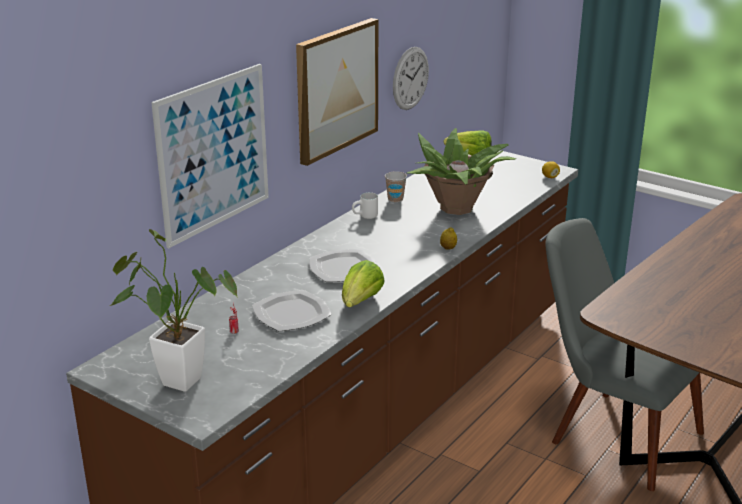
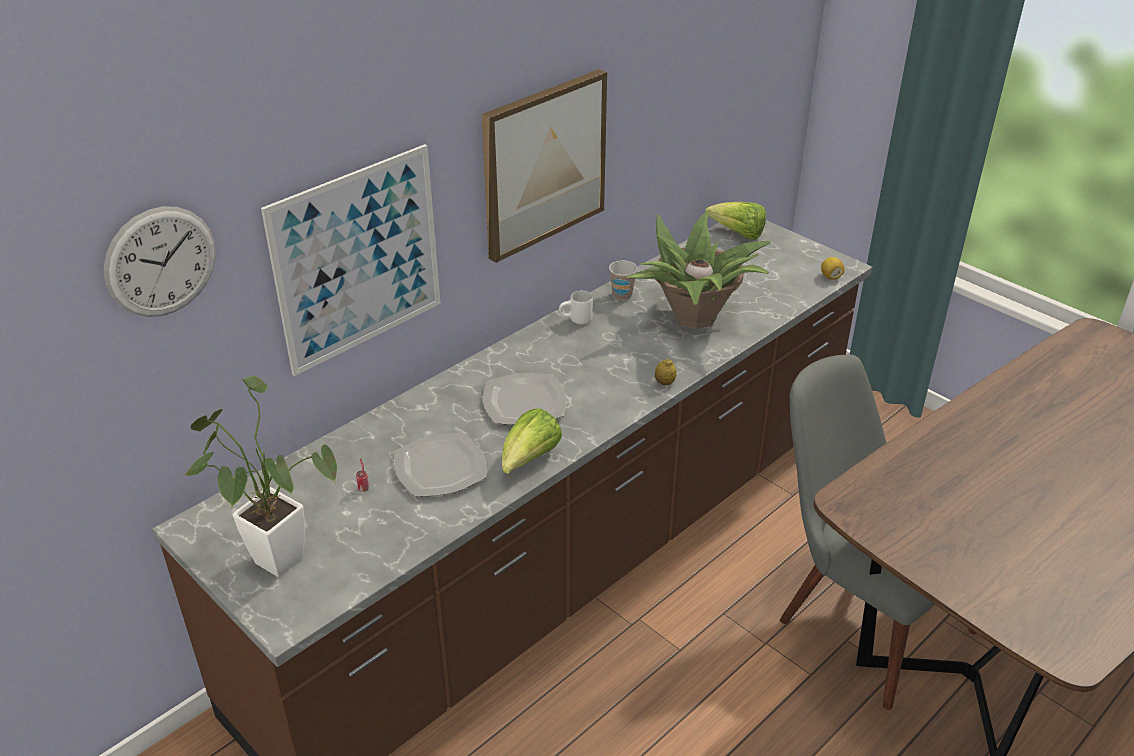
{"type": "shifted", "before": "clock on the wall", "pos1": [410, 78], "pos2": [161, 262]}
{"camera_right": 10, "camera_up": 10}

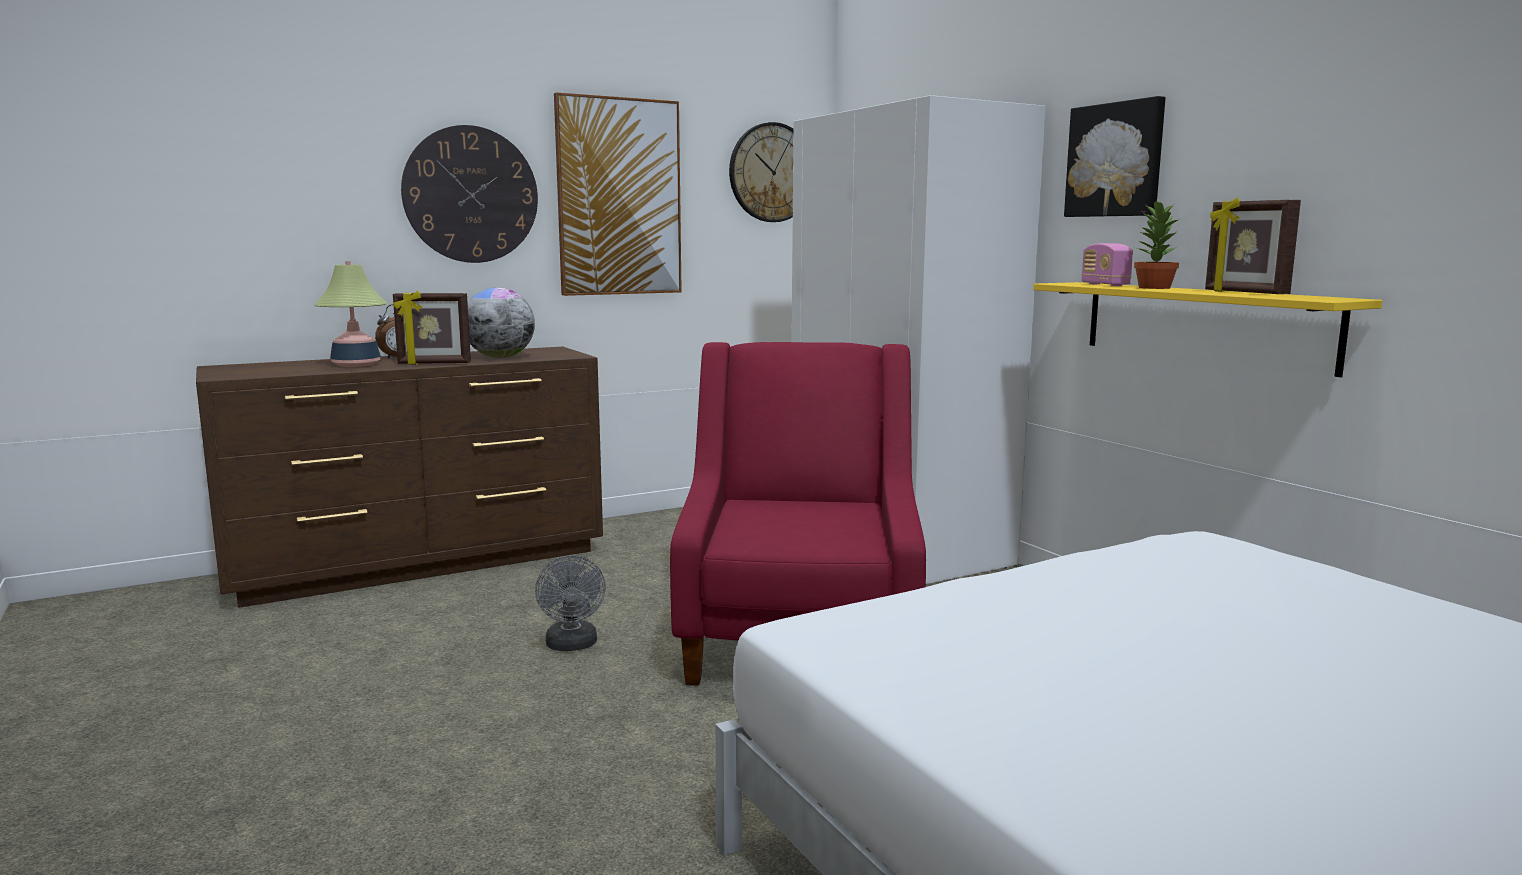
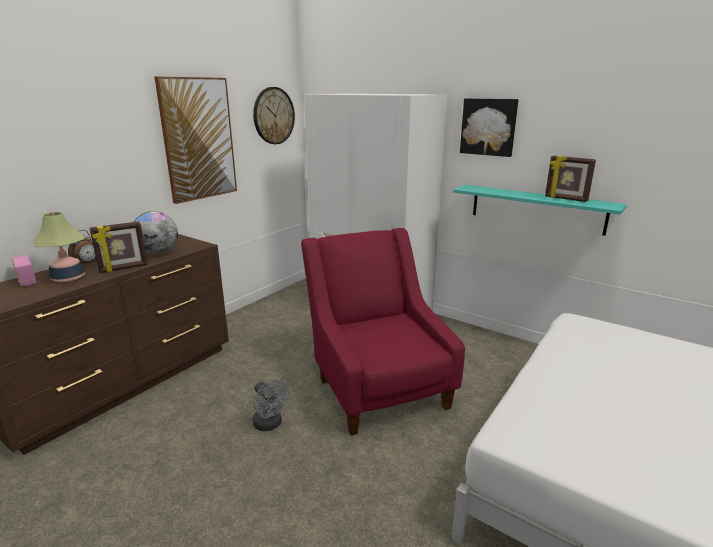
{"type": "gone", "before": "clock on the wall", "pos1": [471, 195]}
{"type": "repainted", "before": "yellow bracket shelf", "after": "blue-green bracket shelf", "pos1": [1204, 324], "pos2": [536, 209]}
{"type": "shifted", "before": "radio set", "pos1": [1105, 285], "pos2": [27, 281]}
{"type": "gone", "before": "potted plant", "pos1": [1153, 288]}
{"camera_right": -25, "camera_up": 10}

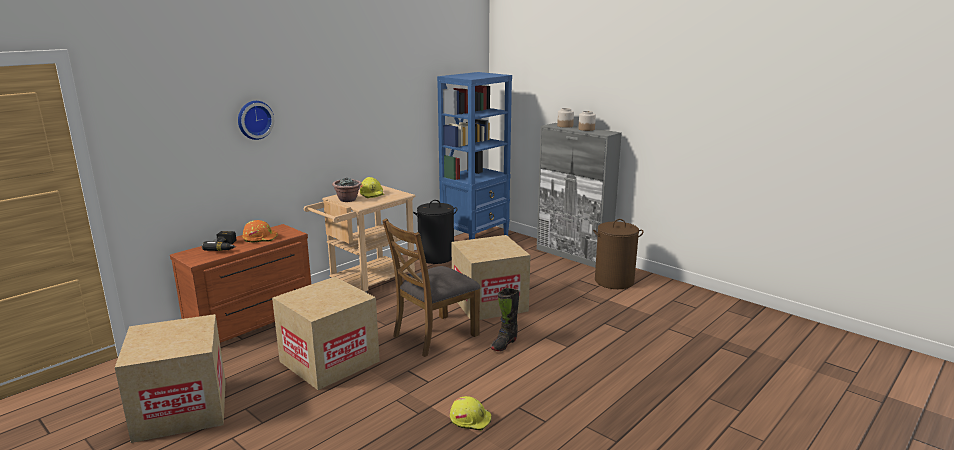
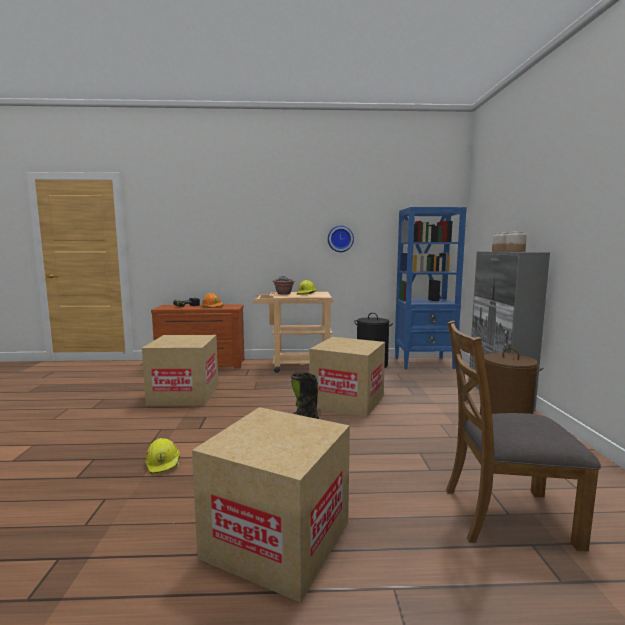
{"type": "shifted", "before": "cardboard box", "pos1": [181, 409], "pos2": [277, 539]}
{"type": "shifted", "before": "clock on the wall", "pos1": [254, 119], "pos2": [340, 239]}
{"type": "shifted", "before": "brown upright chair", "pos1": [434, 335], "pos2": [506, 515]}
{"camera_right": 45, "camera_up": -10}

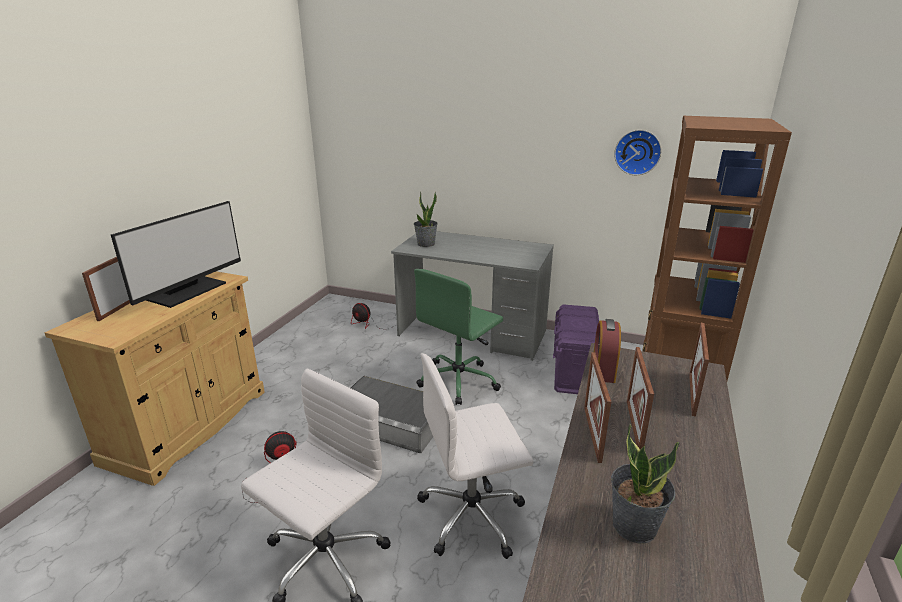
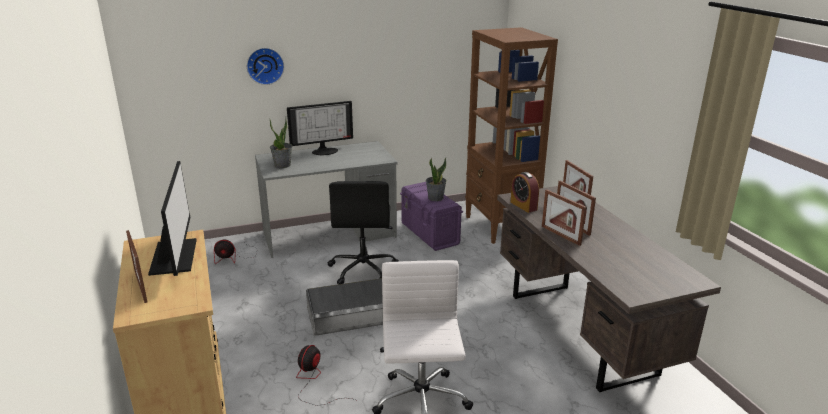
{"type": "repainted", "before": "green-coloured desk chair", "after": "black desk chair", "pos1": [459, 380], "pos2": [363, 269]}
{"type": "gone", "before": "white desk chair", "pos1": [473, 515]}
{"type": "shifted", "before": "potted plant", "pos1": [634, 525], "pos2": [435, 198]}
{"type": "shifted", "before": "clock on the wall", "pos1": [637, 152], "pos2": [265, 65]}
{"type": "new", "after": "computer screen", "pos2": [324, 150]}
{"camera_right": -40, "camera_up": 0}

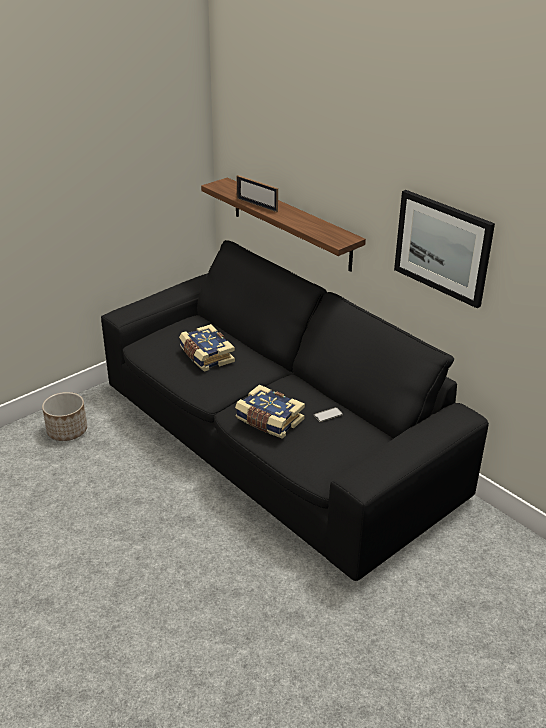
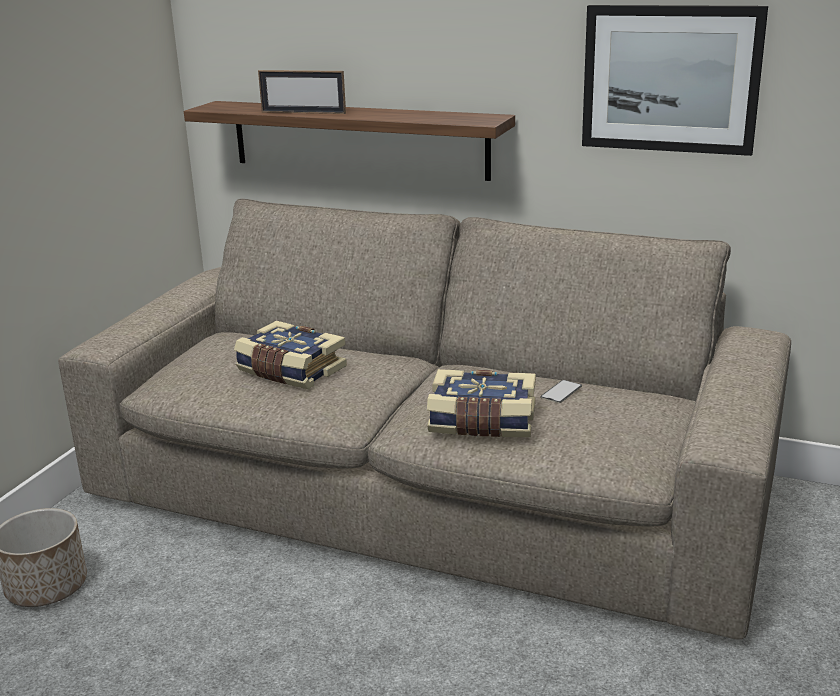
{"type": "repainted", "before": "black sofa", "after": "beige sofa", "pos1": [273, 440], "pos2": [425, 493]}
{"camera_right": -25, "camera_up": -10}

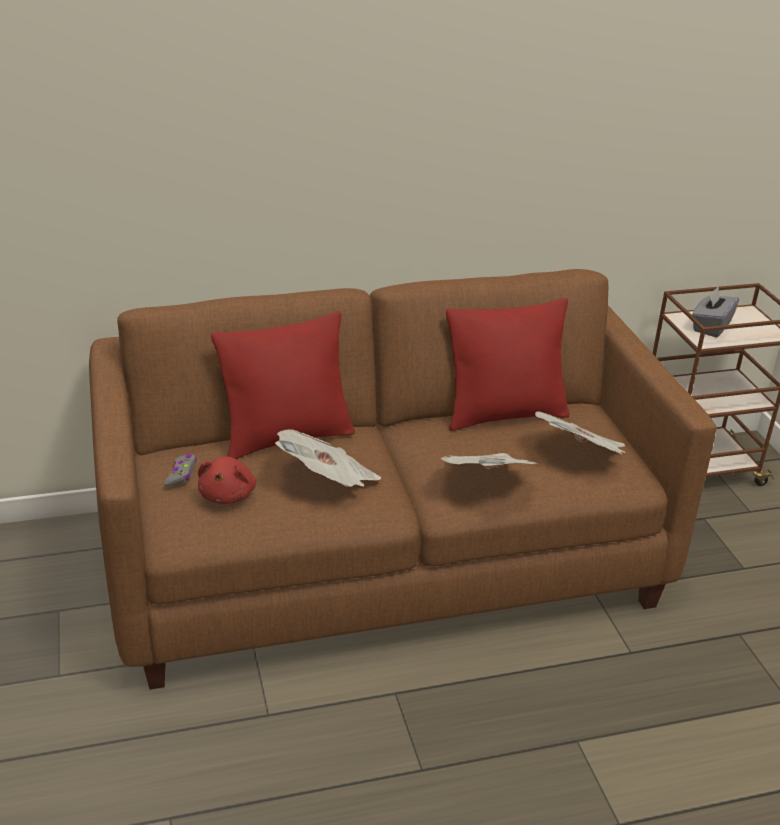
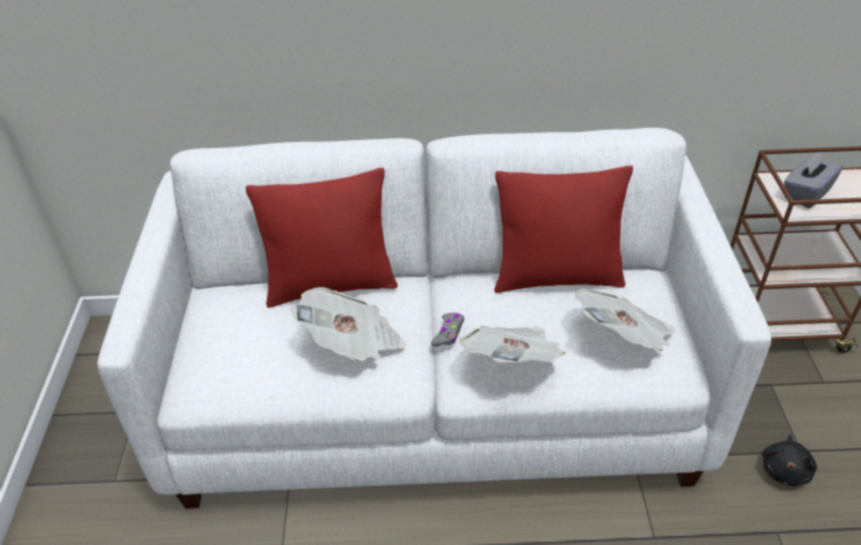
{"type": "repainted", "before": "brown sofa", "after": "white sofa", "pos1": [384, 561], "pos2": [435, 396]}
{"type": "shifted", "before": "grey game controller", "pos1": [181, 474], "pos2": [448, 333]}
{"type": "gone", "before": "red-coloured cuddly toy", "pos1": [228, 495]}
{"type": "new", "after": "black cuddly toy", "pos2": [785, 469]}
{"camera_right": 15, "camera_up": 10}

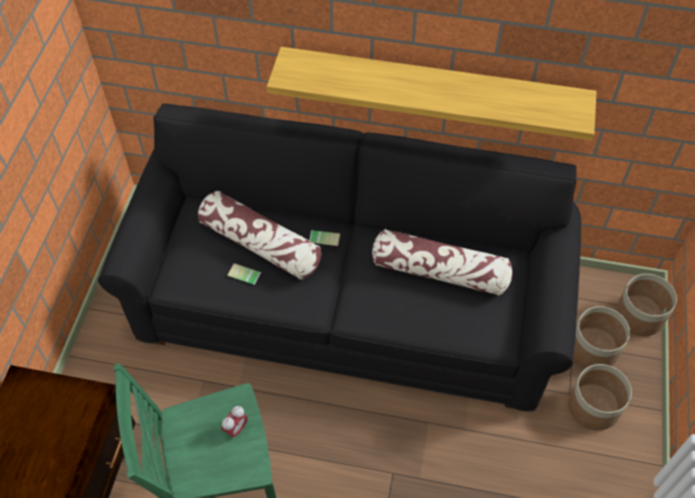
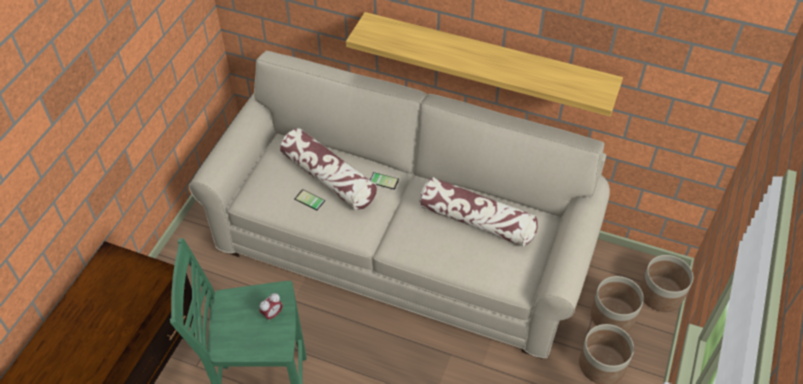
{"type": "repainted", "before": "black sofa", "after": "beige sofa", "pos1": [348, 304], "pos2": [402, 246]}
{"camera_right": 10, "camera_up": -5}

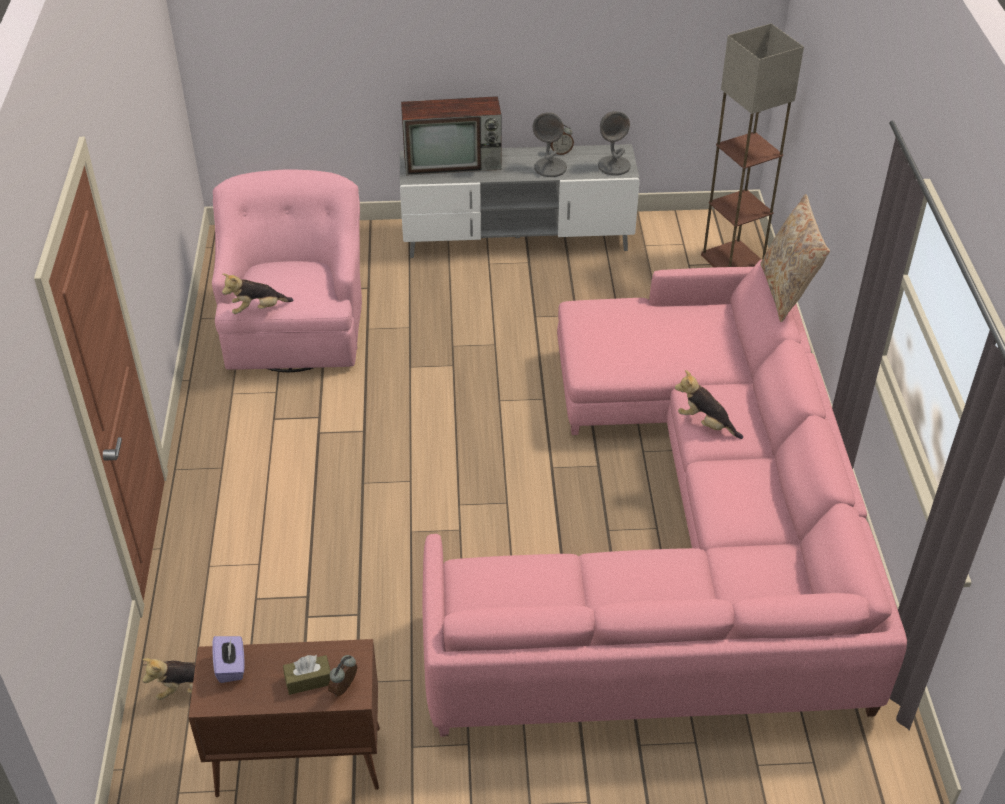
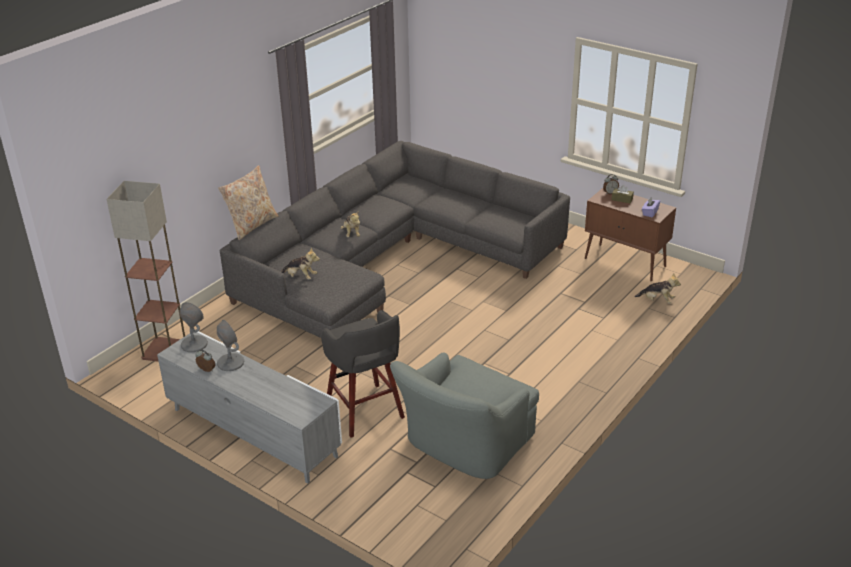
{"type": "repainted", "before": "pink armchair", "after": "grey armchair", "pos1": [296, 326], "pos2": [463, 445]}
{"type": "shifted", "before": "cuddly toy", "pos1": [257, 309], "pos2": [300, 277]}
{"type": "gone", "before": "television", "pos1": [454, 162]}
{"type": "repainted", "before": "pink sofa", "after": "grey sofa", "pos1": [681, 535], "pos2": [391, 258]}
{"type": "new", "after": "grey stool seat", "pos2": [365, 412]}
{"camera_right": -140, "camera_up": -10}

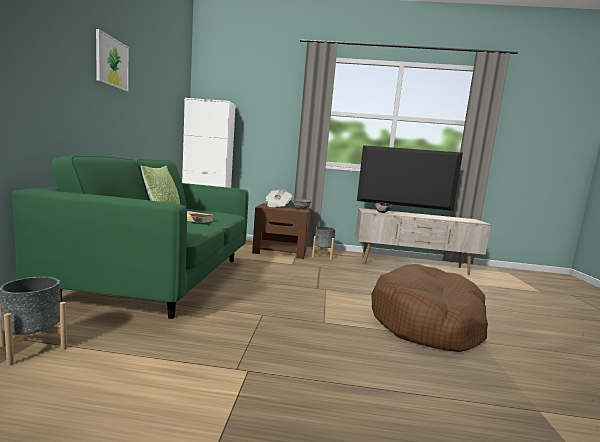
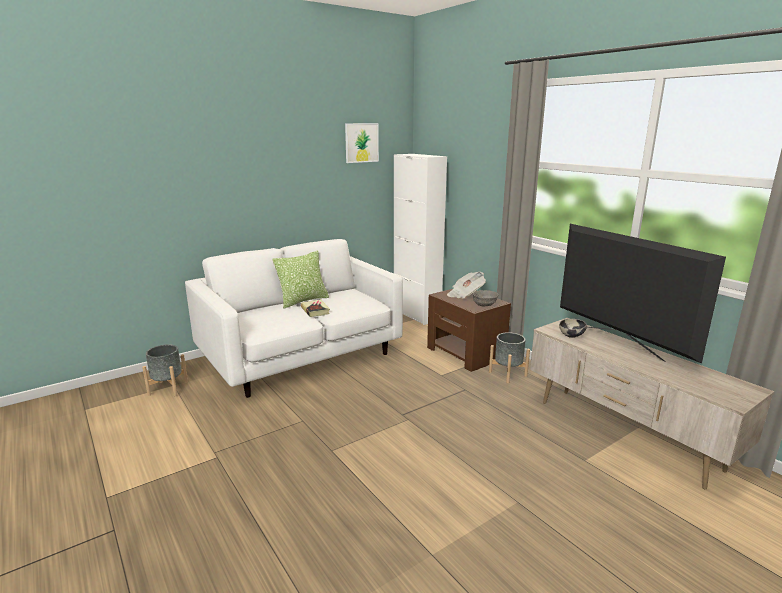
{"type": "repainted", "before": "green-coloured sofa", "after": "white sofa", "pos1": [163, 278], "pos2": [301, 357]}
{"type": "shifted", "before": "wall art", "pos1": [112, 62], "pos2": [361, 143]}
{"type": "gone", "before": "brown pet bed", "pos1": [426, 321]}
{"camera_right": 50, "camera_up": 10}

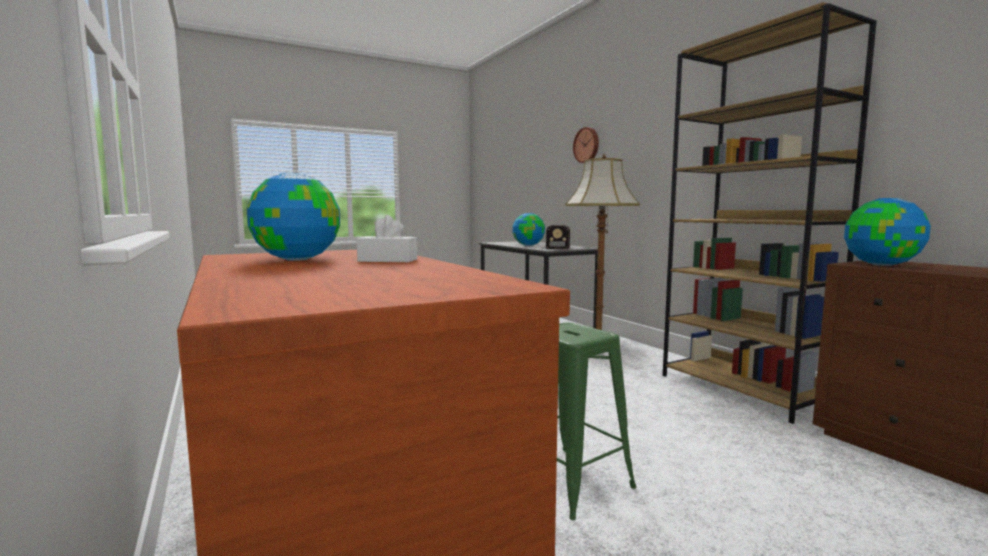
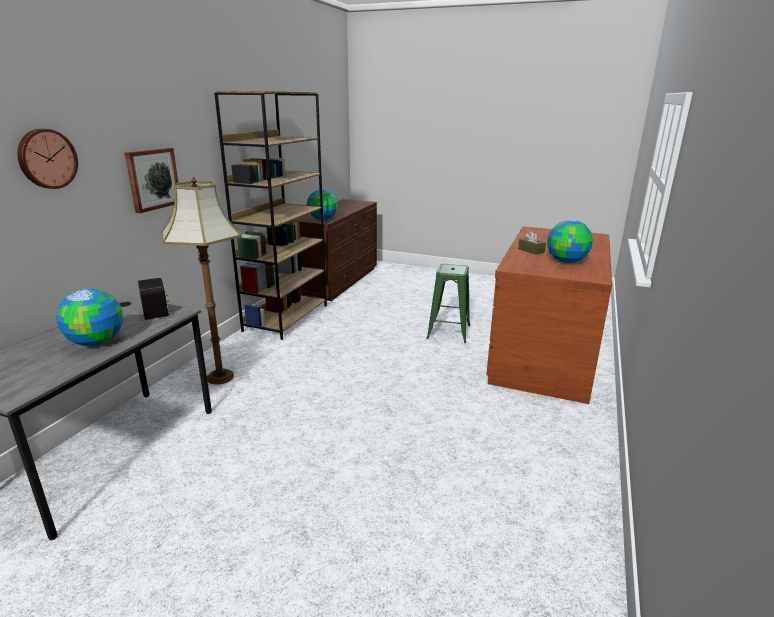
{"type": "repainted", "before": "white tissue holder", "after": "brown tissue holder", "pos1": [387, 260], "pos2": [531, 250]}
{"type": "new", "after": "wall art", "pos2": [152, 179]}
{"camera_right": -130, "camera_up": 15}

